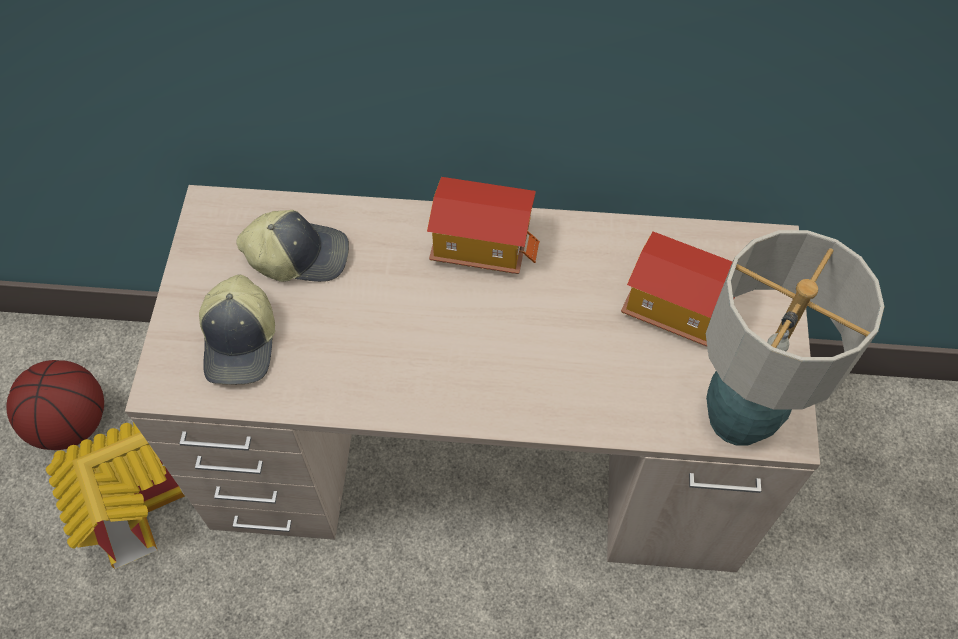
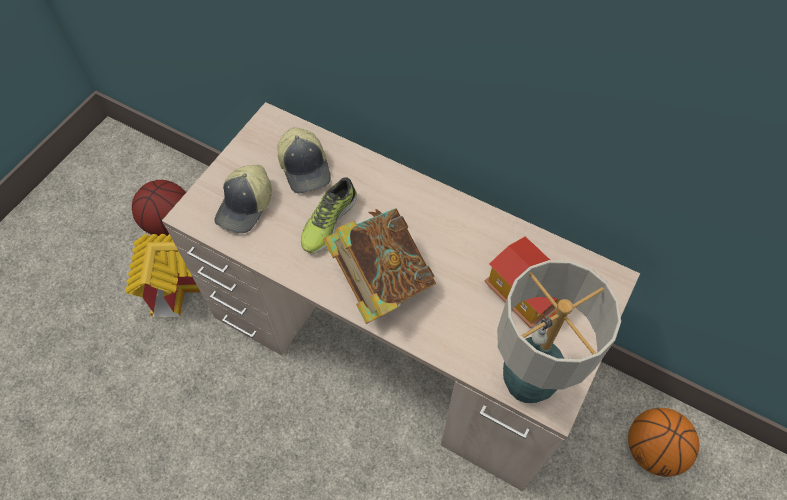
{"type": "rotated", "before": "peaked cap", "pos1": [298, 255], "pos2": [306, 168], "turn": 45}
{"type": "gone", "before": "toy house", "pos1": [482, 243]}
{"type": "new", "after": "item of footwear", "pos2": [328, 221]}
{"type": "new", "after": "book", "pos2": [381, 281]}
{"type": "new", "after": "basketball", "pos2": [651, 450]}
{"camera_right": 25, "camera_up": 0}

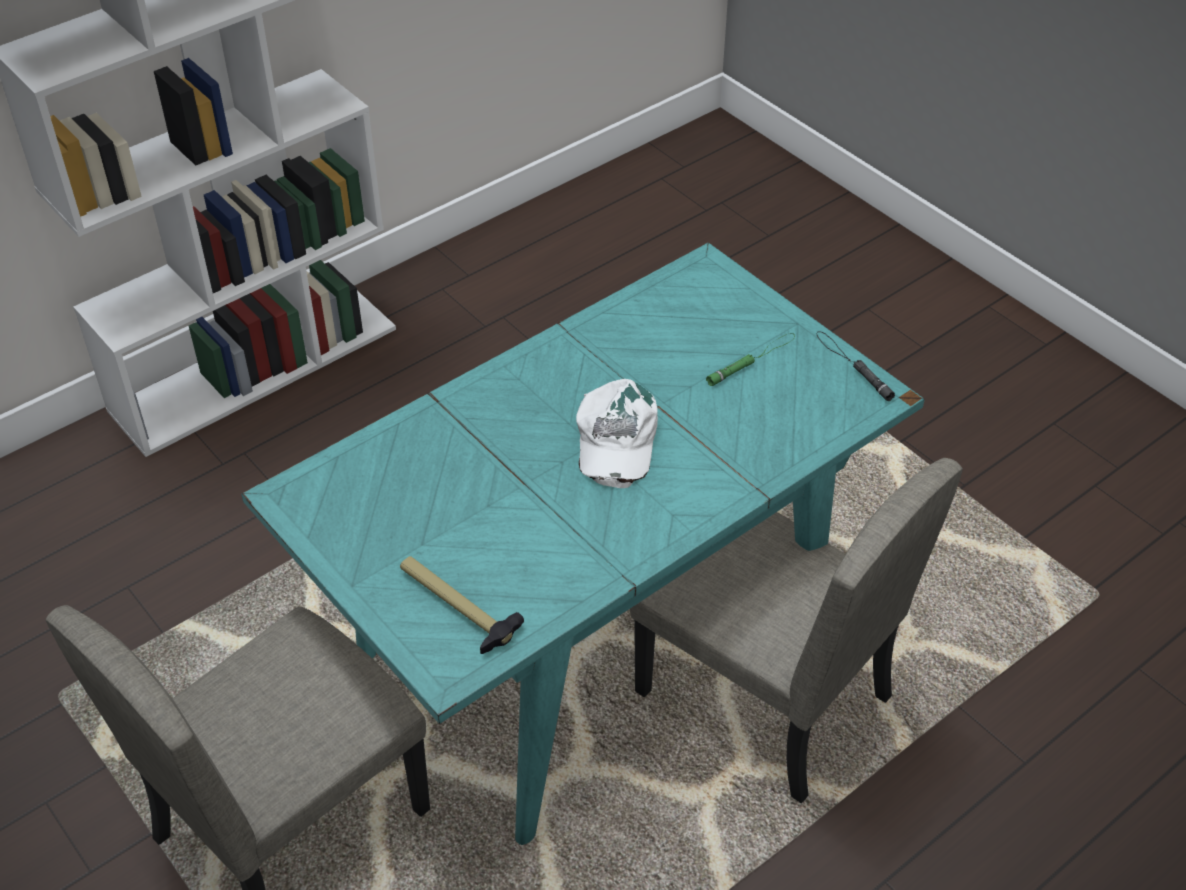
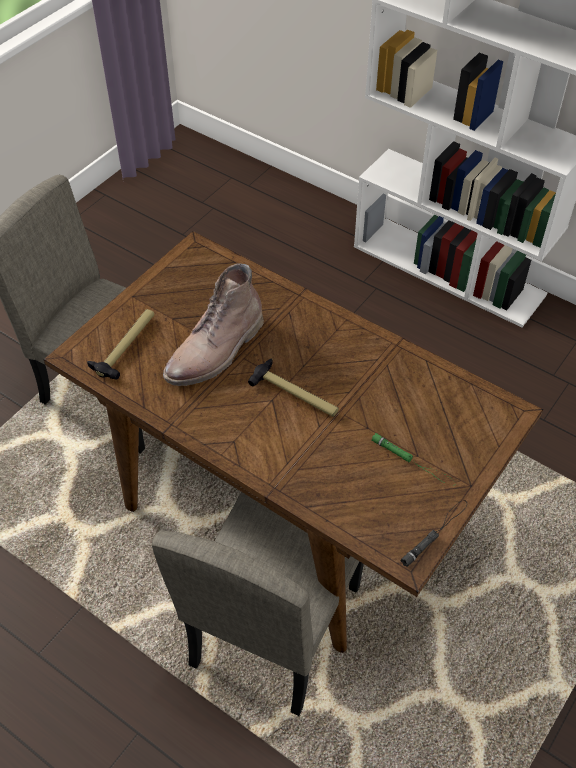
{"type": "repainted", "before": "blue-green dining table", "after": "brown dining table", "pos1": [592, 643], "pos2": [288, 509]}
{"type": "swapped", "before": "white peaked cap", "after": "tool hammer", "pos1": [615, 440], "pos2": [295, 394]}
{"type": "new", "after": "brown boot", "pos2": [216, 351]}
{"camera_right": 75, "camera_up": 5}

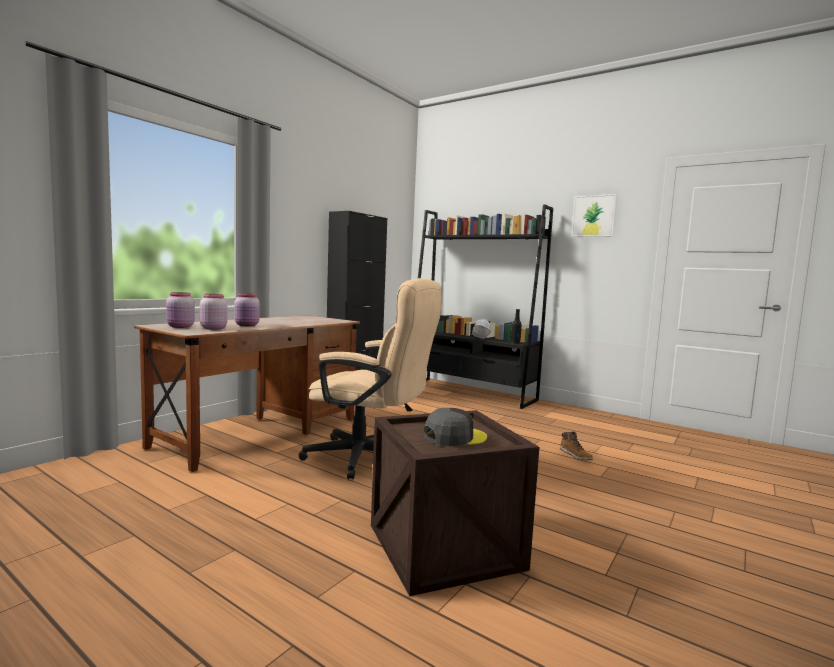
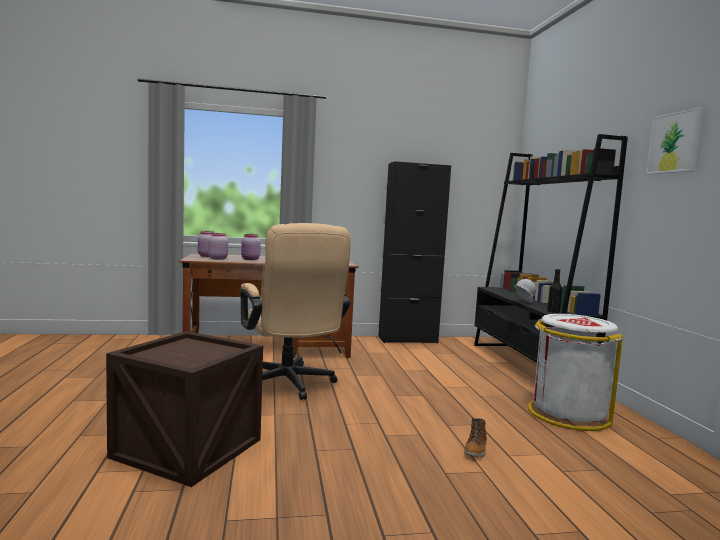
{"type": "gone", "before": "grey peaked cap", "pos1": [454, 437]}
{"type": "new", "after": "white trash can", "pos2": [567, 414]}
{"camera_right": 45, "camera_up": 0}

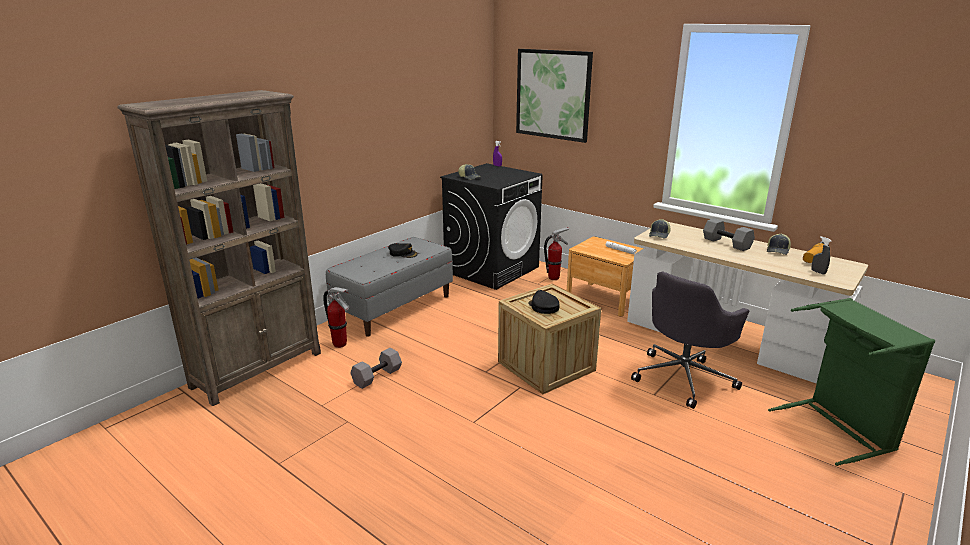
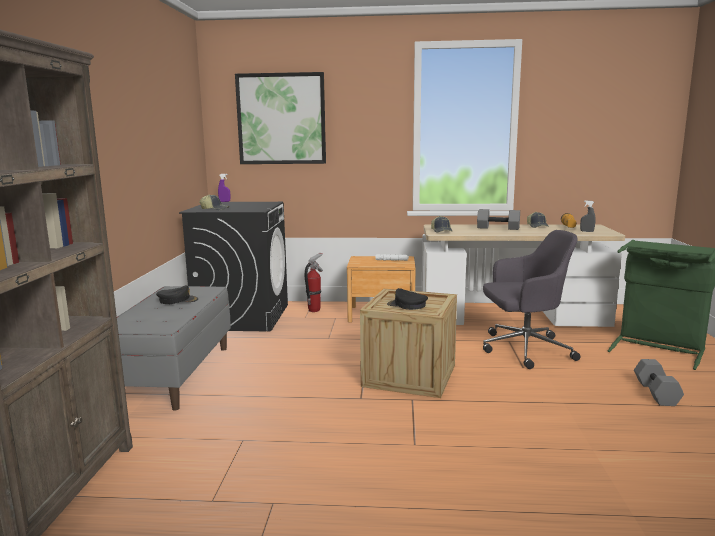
{"type": "gone", "before": "extinguisher", "pos1": [340, 344]}
{"type": "shifted", "before": "grey hand weight", "pos1": [377, 376], "pos2": [655, 392]}
{"type": "rotated", "before": "grey desk chair", "pos1": [684, 377], "pos2": [524, 349], "turn": -105}
{"camera_right": -35, "camera_up": -10}

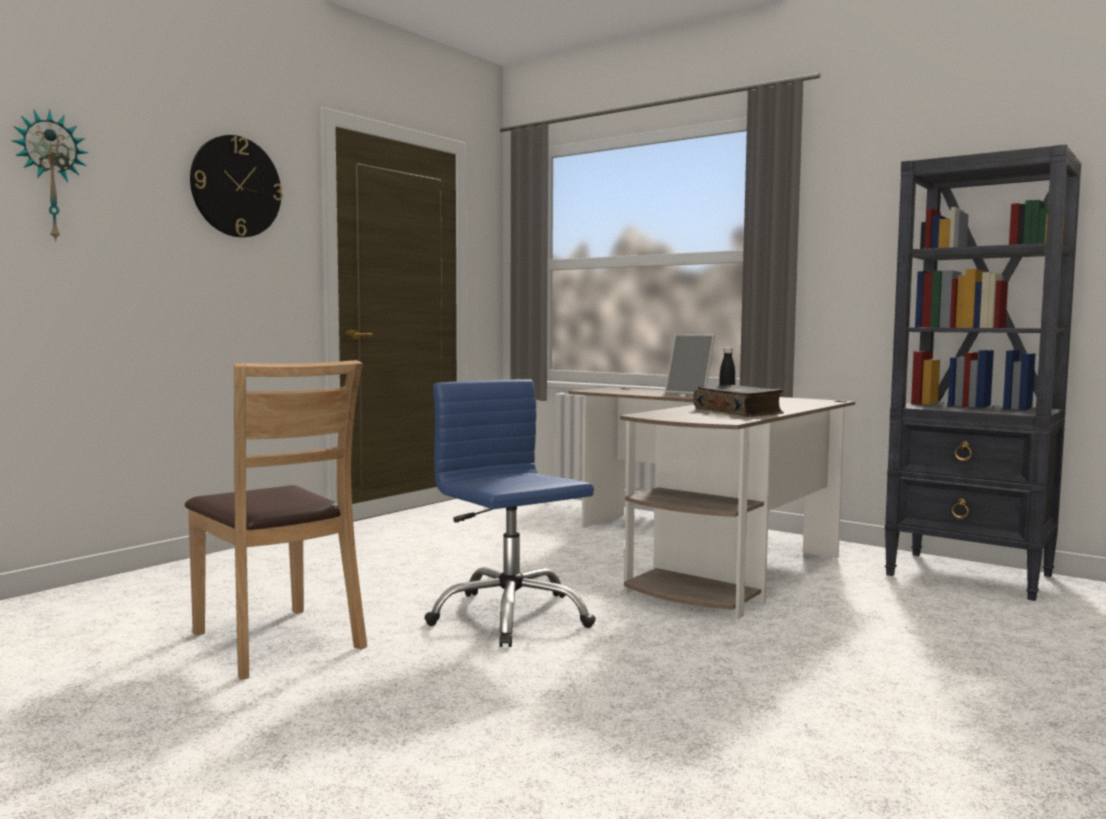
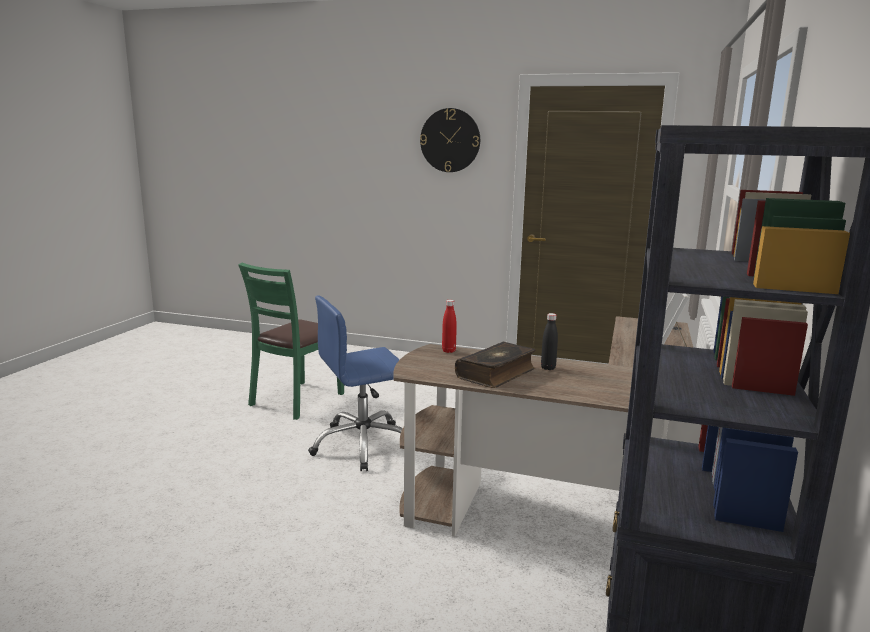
{"type": "gone", "before": "clock on the wall", "pos1": [50, 176]}
{"type": "repainted", "before": "brown upright chair", "after": "green-coloured upright chair", "pos1": [277, 641], "pos2": [297, 400]}
{"type": "rotated", "before": "bluish desk chair", "pos1": [510, 616], "pos2": [363, 445], "turn": -150}
{"type": "new", "after": "red-coloured bottle", "pos2": [448, 351]}
{"camera_right": 70, "camera_up": 10}

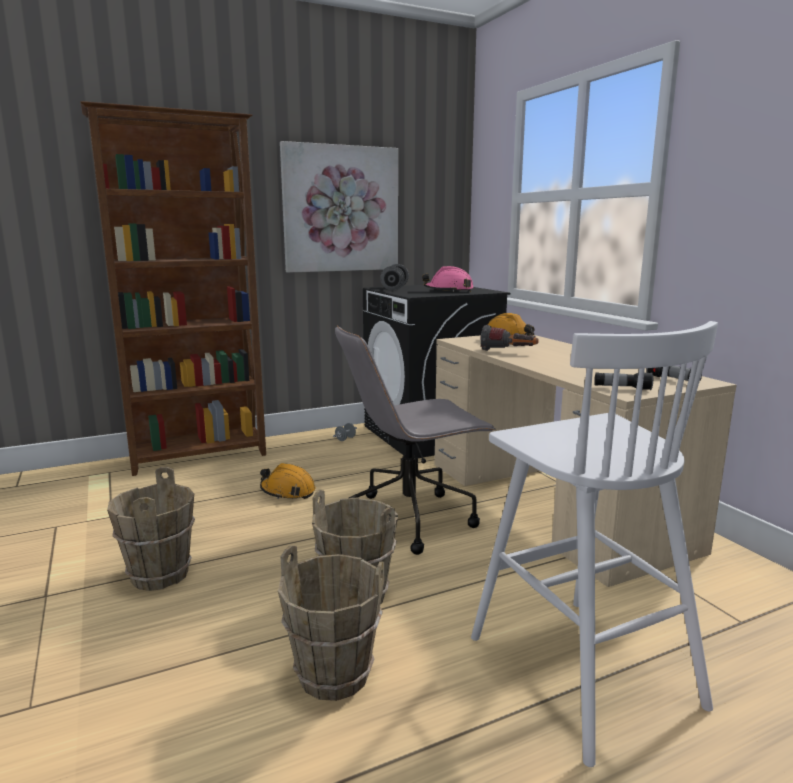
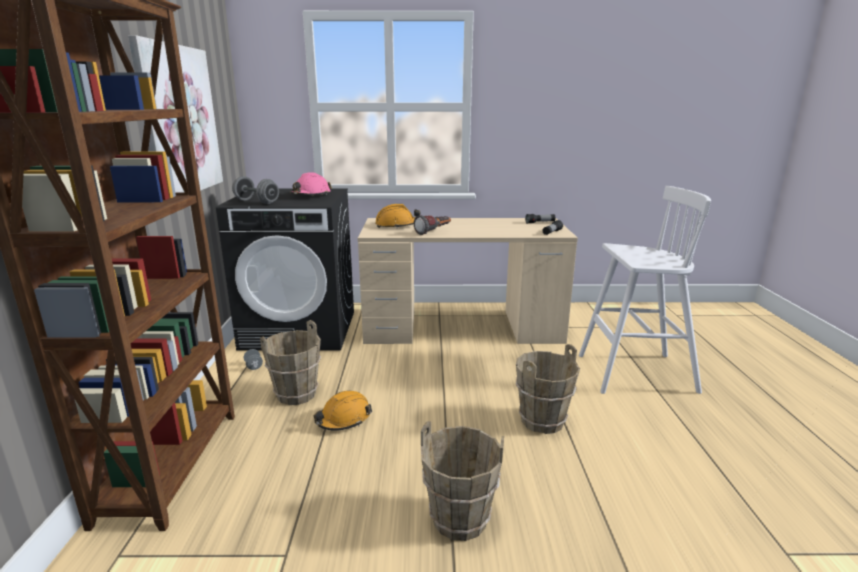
{"type": "shifted", "before": "brown pail", "pos1": [333, 676], "pos2": [297, 394]}
{"type": "gone", "before": "grey desk chair", "pos1": [411, 518]}
{"camera_right": -65, "camera_up": 5}

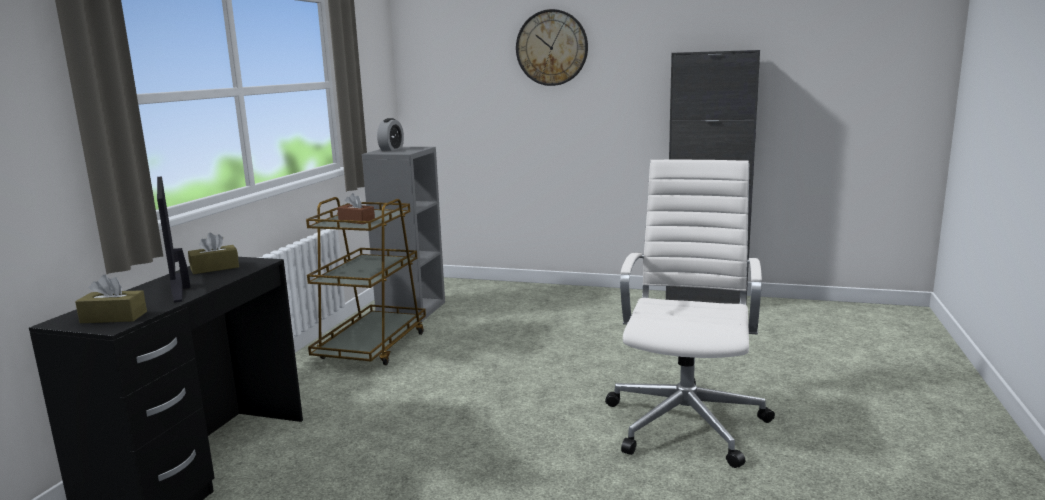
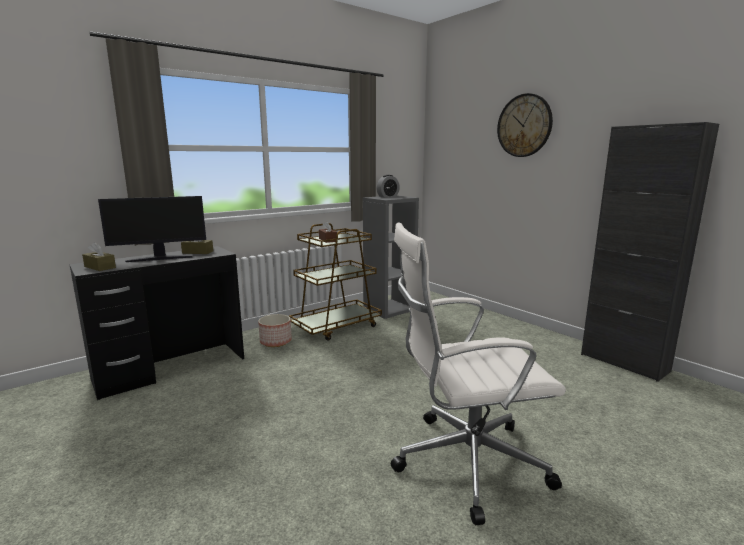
{"type": "rotated", "before": "computer screen", "pos1": [180, 287], "pos2": [160, 258], "turn": -120}
{"type": "rotated", "before": "white desk chair", "pos1": [686, 421], "pos2": [465, 462], "turn": -150}
{"type": "new", "after": "plant pot", "pos2": [275, 342]}
{"camera_right": 35, "camera_up": 0}

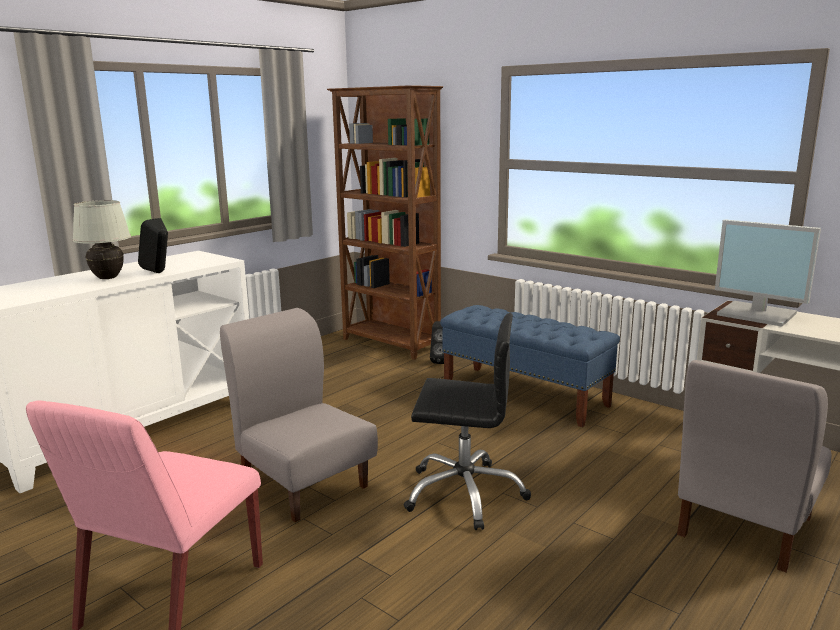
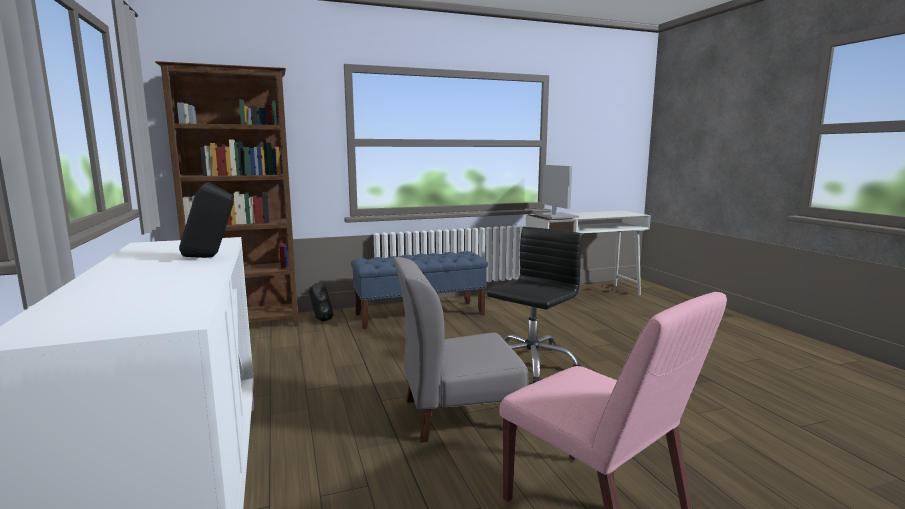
{"type": "gone", "before": "white tabletop lamp", "pos1": [108, 278]}
{"type": "gone", "before": "grey upright chair", "pos1": [743, 526]}
{"type": "rotated", "before": "computer screen", "pos1": [758, 314], "pos2": [555, 216], "turn": -90}
{"camera_right": -60, "camera_up": -5}

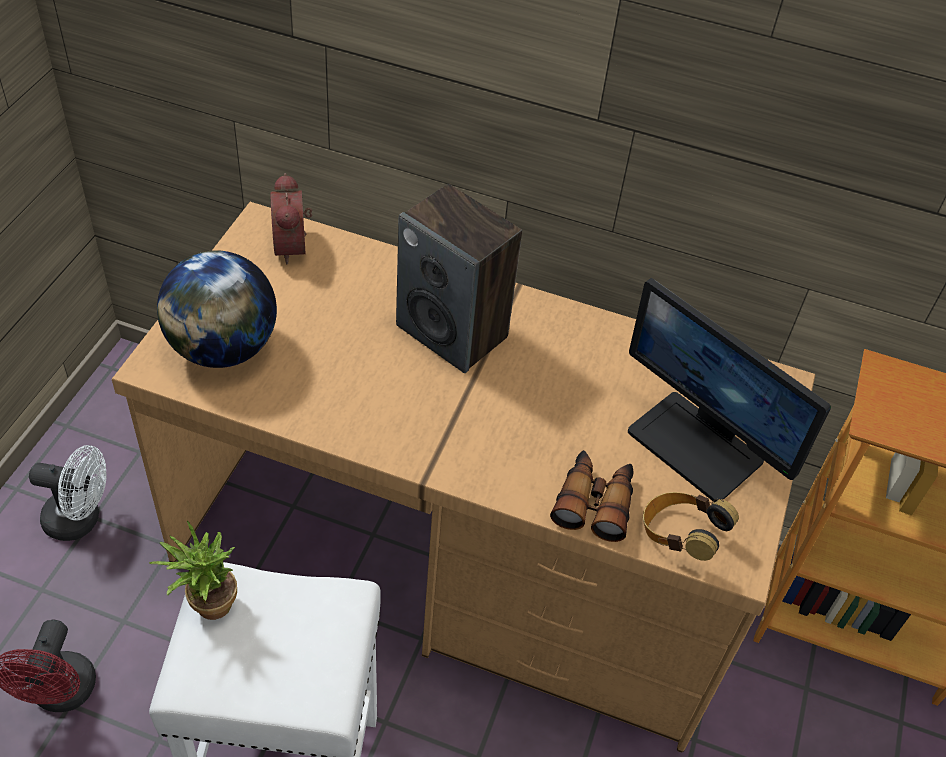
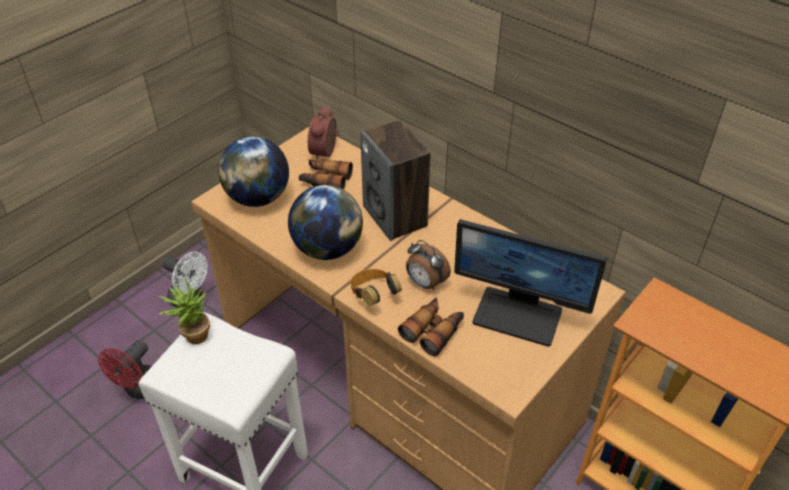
{"type": "rotated", "before": "computer screen", "pos1": [697, 445], "pos2": [518, 315], "turn": -45}
{"type": "shifted", "before": "pair of headphones", "pos1": [679, 536], "pos2": [373, 295]}
{"type": "new", "after": "globe", "pos2": [327, 249]}
{"type": "new", "after": "binoculars", "pos2": [325, 181]}
{"type": "new", "after": "bedside clock", "pos2": [425, 283]}
{"camera_right": 25, "camera_up": -5}

